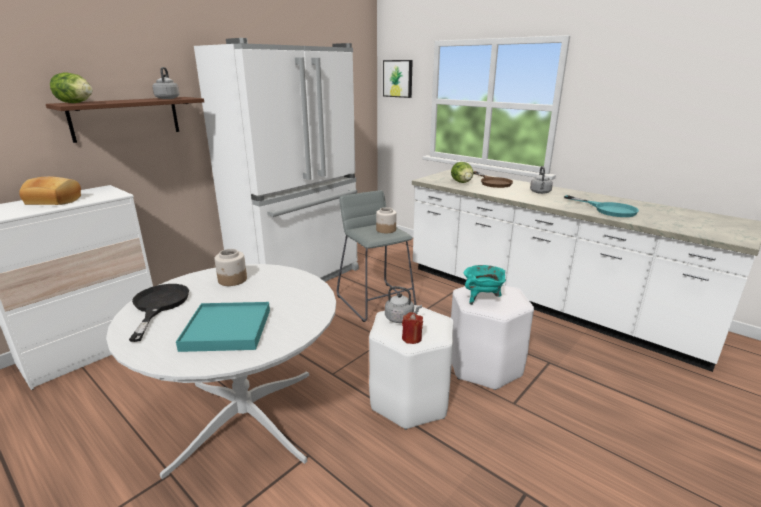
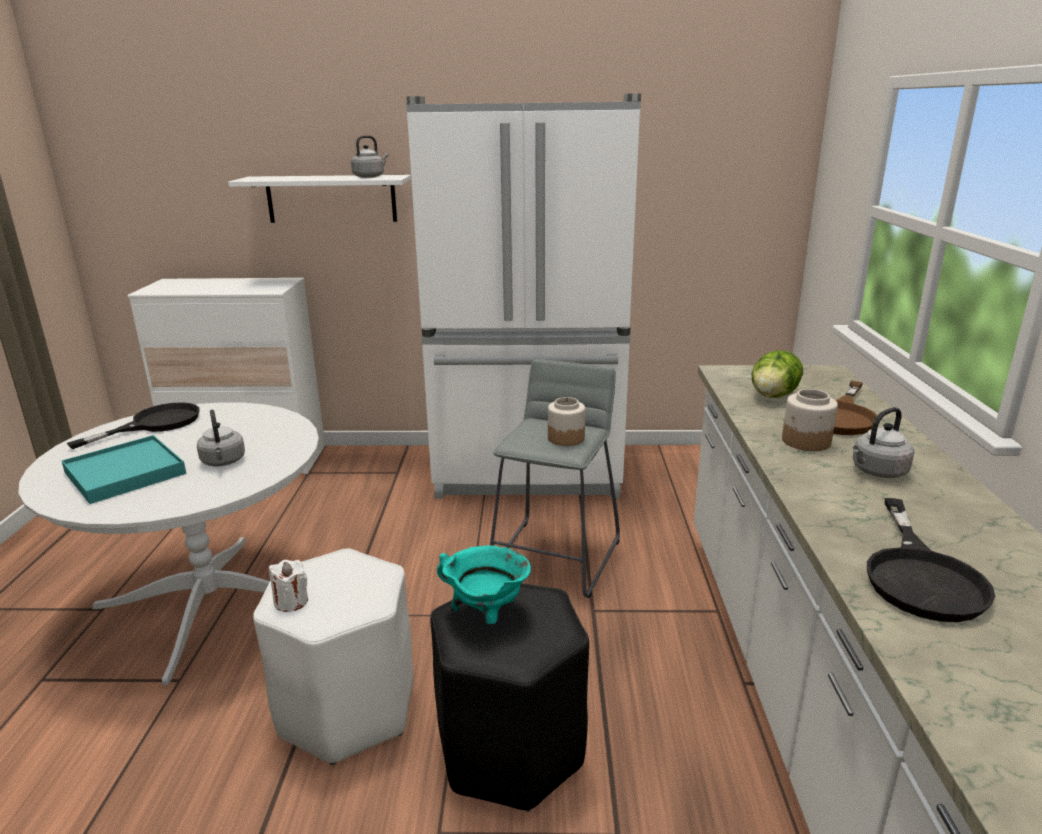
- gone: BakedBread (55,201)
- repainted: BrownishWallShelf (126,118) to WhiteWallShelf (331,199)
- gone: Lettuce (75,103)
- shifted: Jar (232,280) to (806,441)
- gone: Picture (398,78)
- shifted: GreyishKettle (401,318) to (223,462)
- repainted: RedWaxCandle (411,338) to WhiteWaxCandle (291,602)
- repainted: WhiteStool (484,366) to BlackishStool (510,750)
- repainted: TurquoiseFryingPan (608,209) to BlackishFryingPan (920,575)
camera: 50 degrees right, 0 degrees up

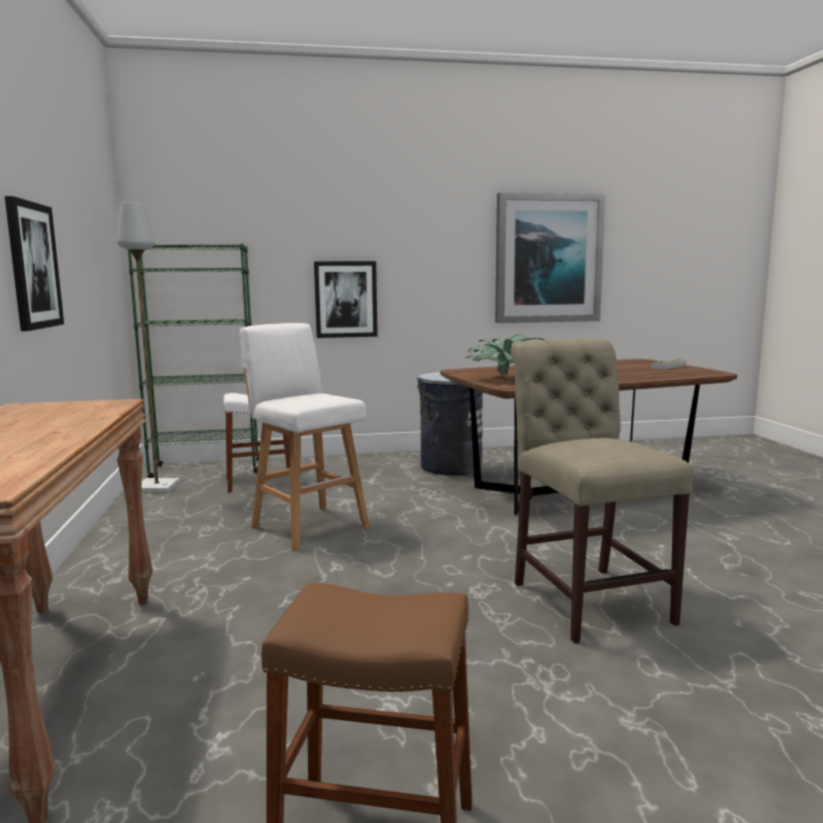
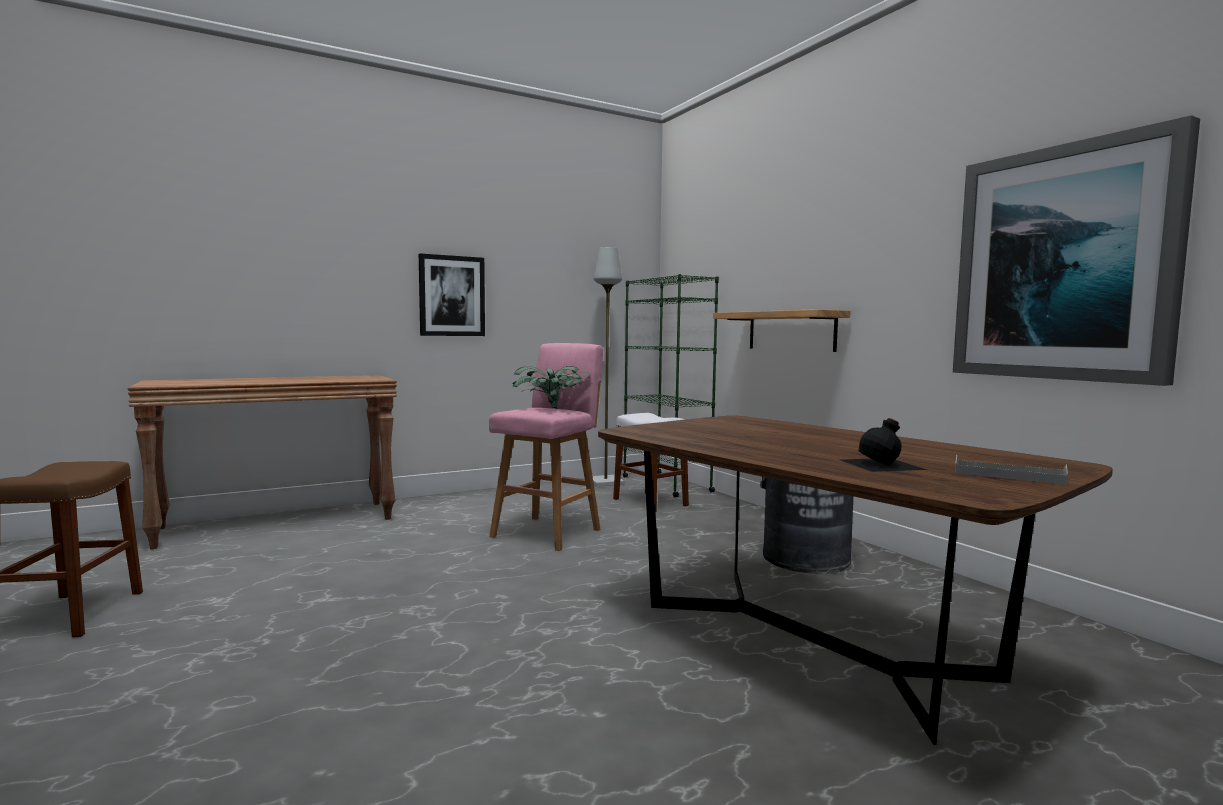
- repainted: WhiteStool (308,526) to PinkStool (548,532)
- swapped: Picture (346,299) to WallShelf (791,331)
- shifted: PlantInAPot (503,378) to (551,408)
- gone: BeigeChair (587,598)
- new: BlackishBeverageBottle (883,464)
camera: 70 degrees right, 5 degrees down

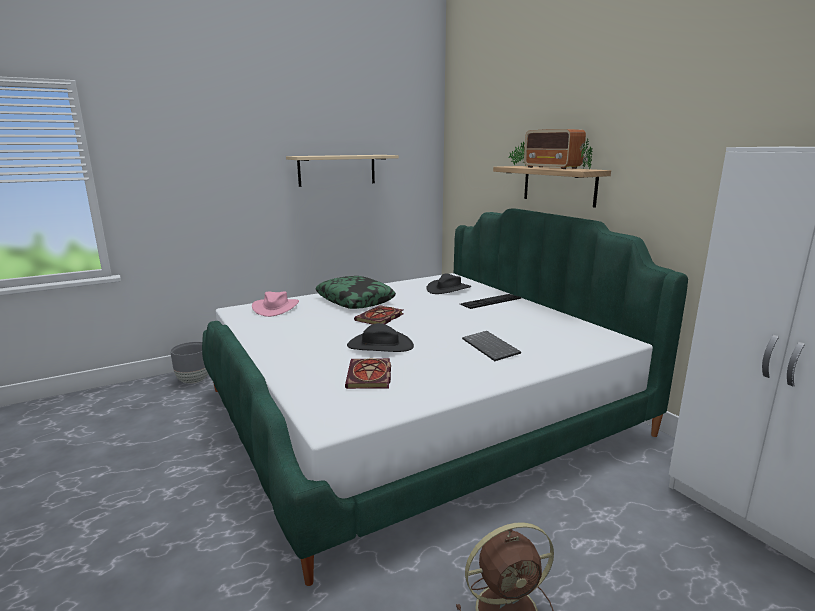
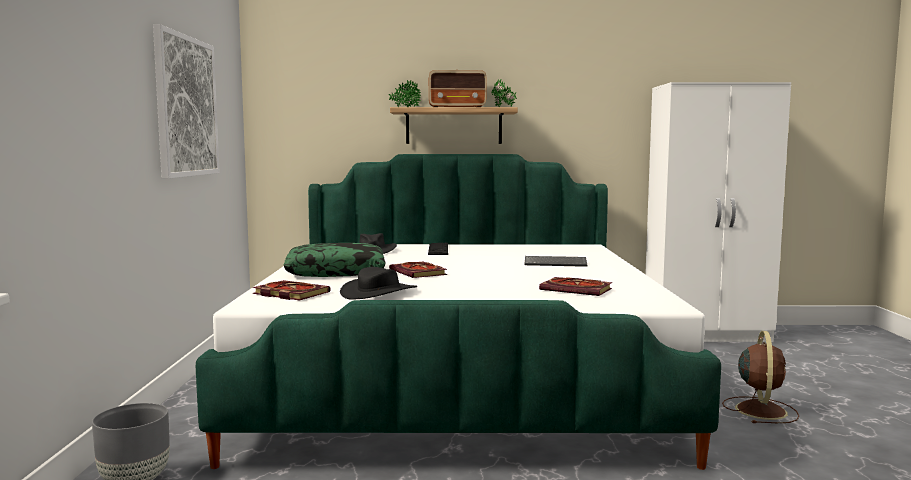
- swapped: PinkClothingHat (275,308) to Volume (289,293)
- swapped: BeigeWallShelf (337,170) to Picture (186,106)
- shifted: BlackishClothingHat (380,346) to (379,292)
camera: 60 degrees left, 10 degrees down

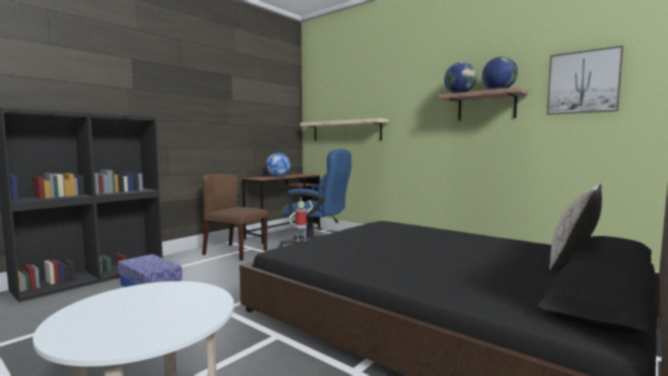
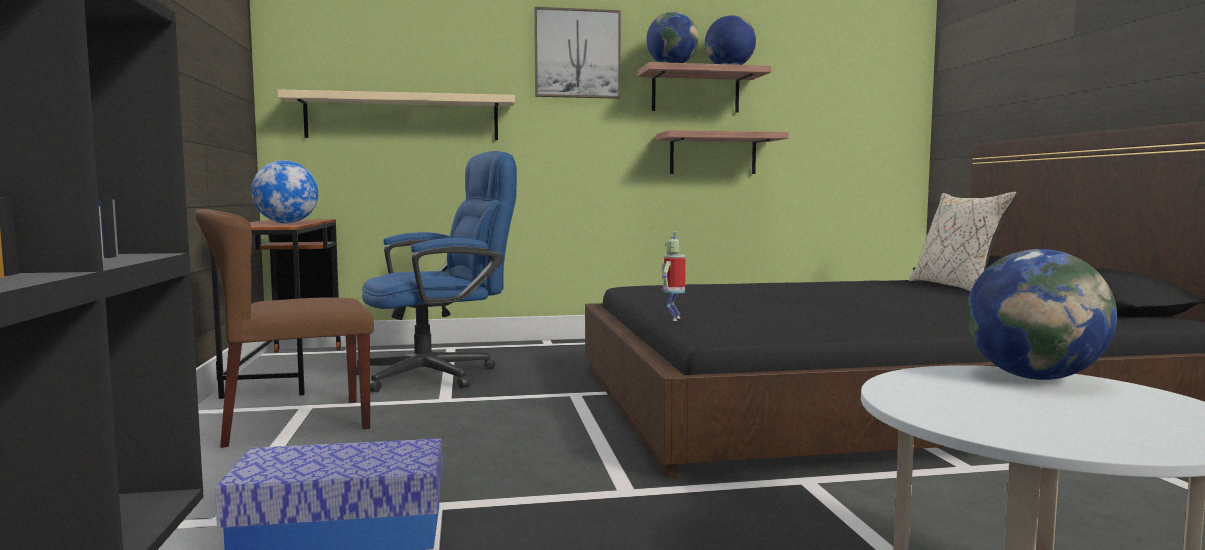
- shifted: Picture (583,82) to (577,54)
- new: WallShelf (713,154)
- new: DeskGlobe (1034,377)
camera: 50 degrees left, 0 degrees up

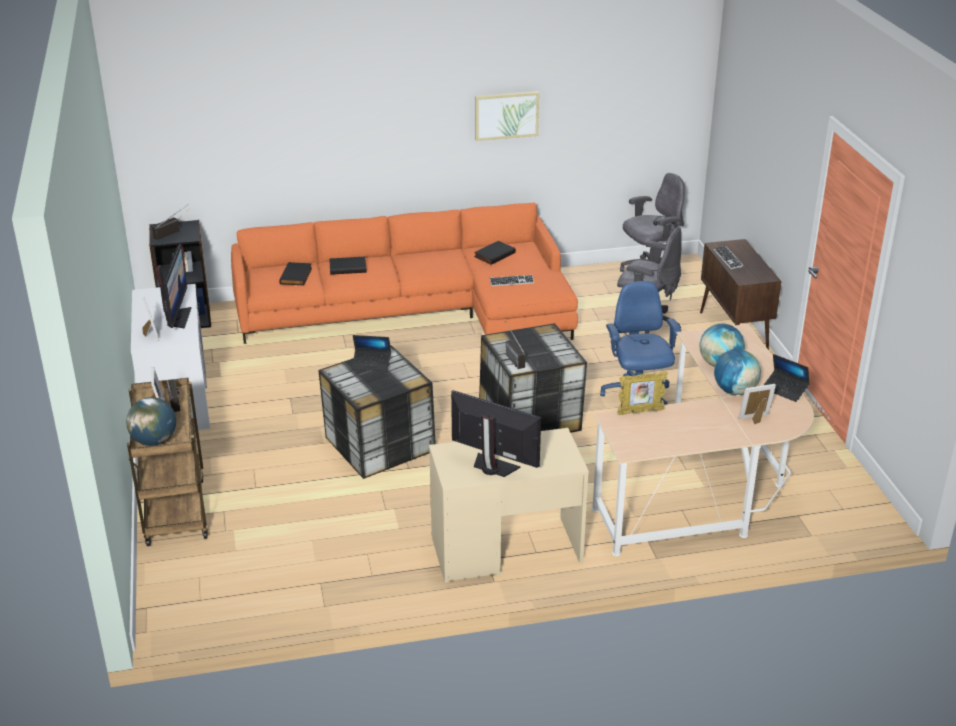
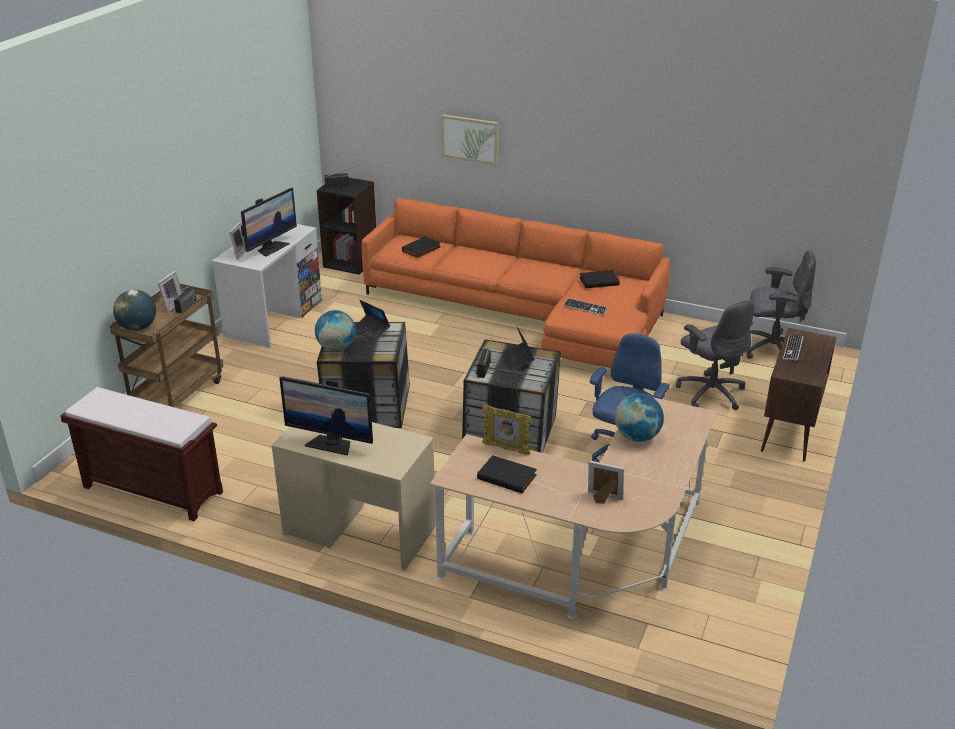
- shifted: BlackishVolume (348,267) to (507,476)
- rotated: Monitor (493,467) = (331,444) 135 degrees clockwise
- shifted: Picture (506,115) to (470,139)
- shifted: DeskGlobe (734,391) to (336,348)
- shifted: NotebookComputer (785,390) to (518,360)
- new: BrownishIndoorBench (151,490)
camera: 35 degrees right, 0 degrees up

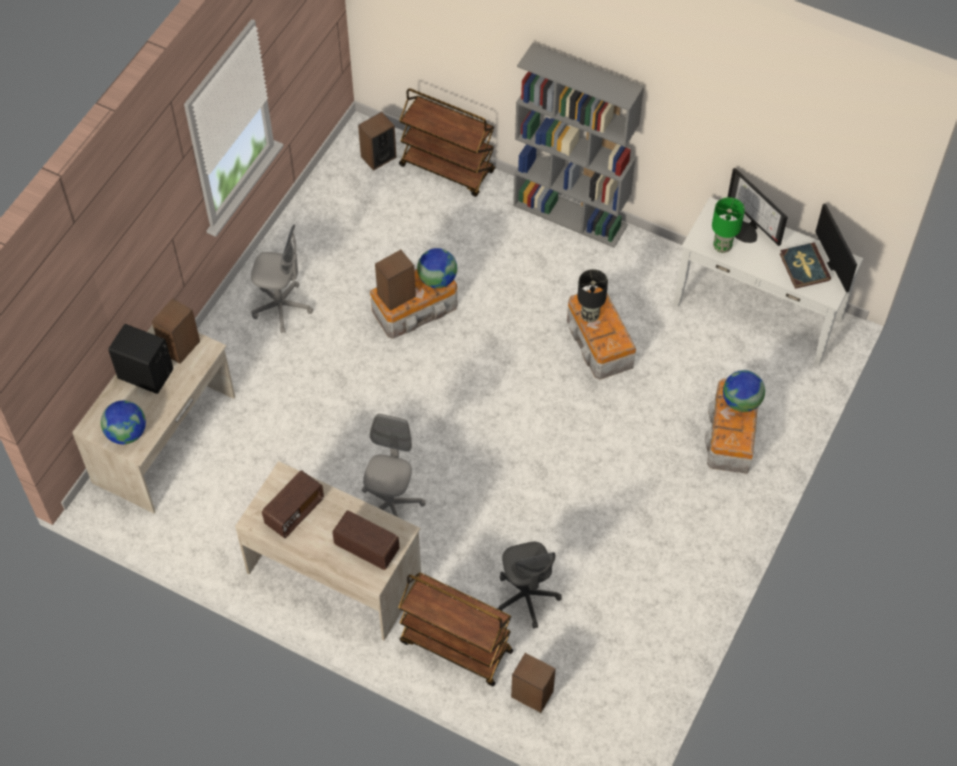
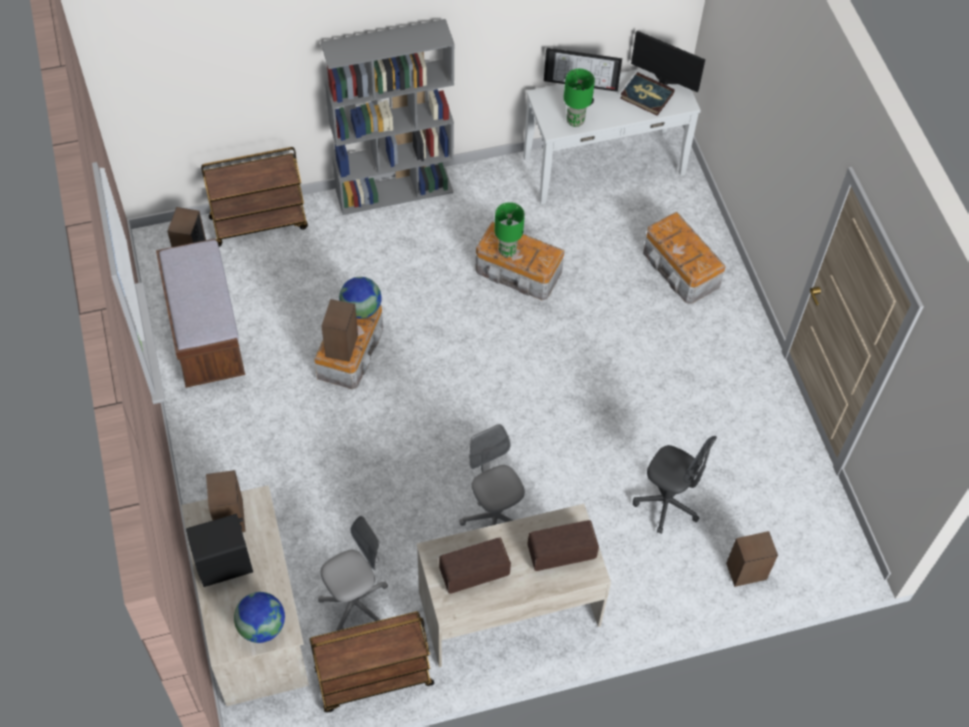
- shifted: GreyishOfficeChair (282,307) to (355,603)
- rotated: Radio (294,512) = (474,573) 105 degrees counterclockwise
- shifted: BrownishTrolley (455,647) to (373,679)
- repainted: BlackishTableLamp (589,316) to GreenColouredTableLamp (507,251)
- gone: DeskGlobe (741,401)
- new: BrownishIndoorBench (206,335)
camera: 45 degrees left, 0 degrees up

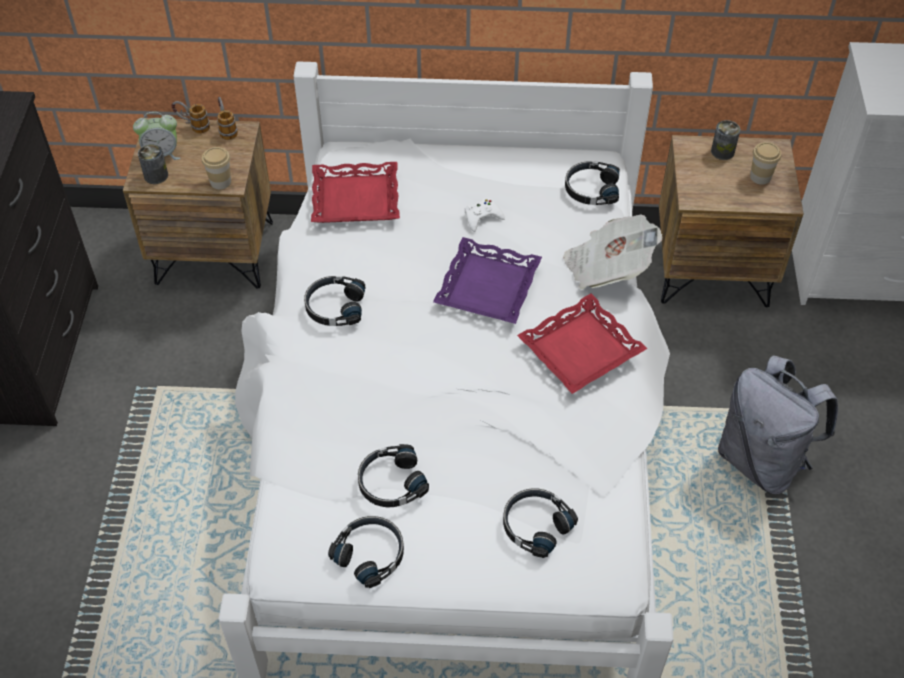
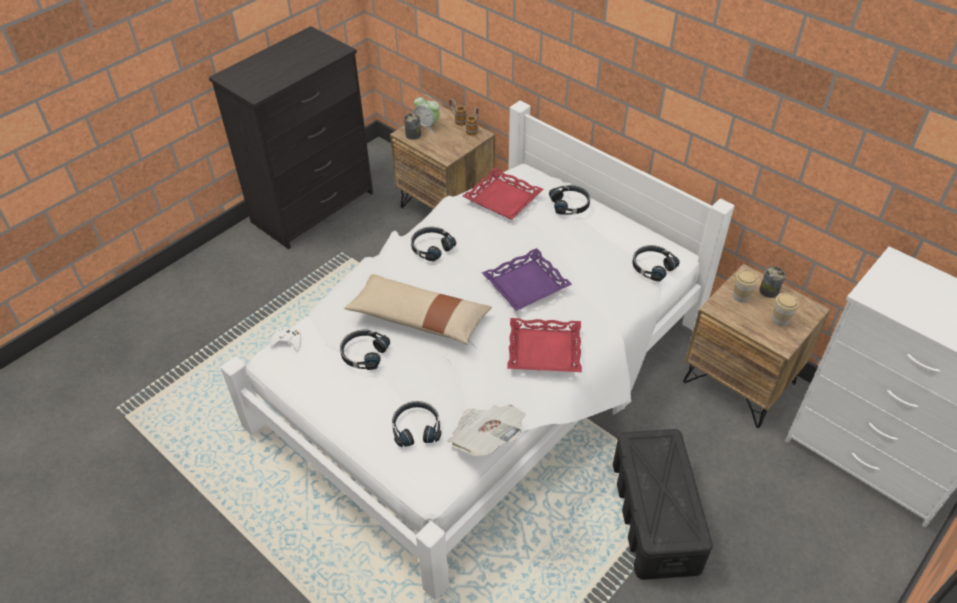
- shifted: SmallCup (220,182) to (741,296)
- shifted: BlackishPairOfHeadphones (370,553) to (570,204)
- shifted: WhiteGamepad (482,217) to (287,341)
- shifted: PrintedPaper (607,267) to (485,439)
- swapped: GreyishBackpack (762,460) to BlackishStorageBin (655,517)
- new: BeigeThrowPillow (419,318)
camera: 40 degrees right, 5 degrees down

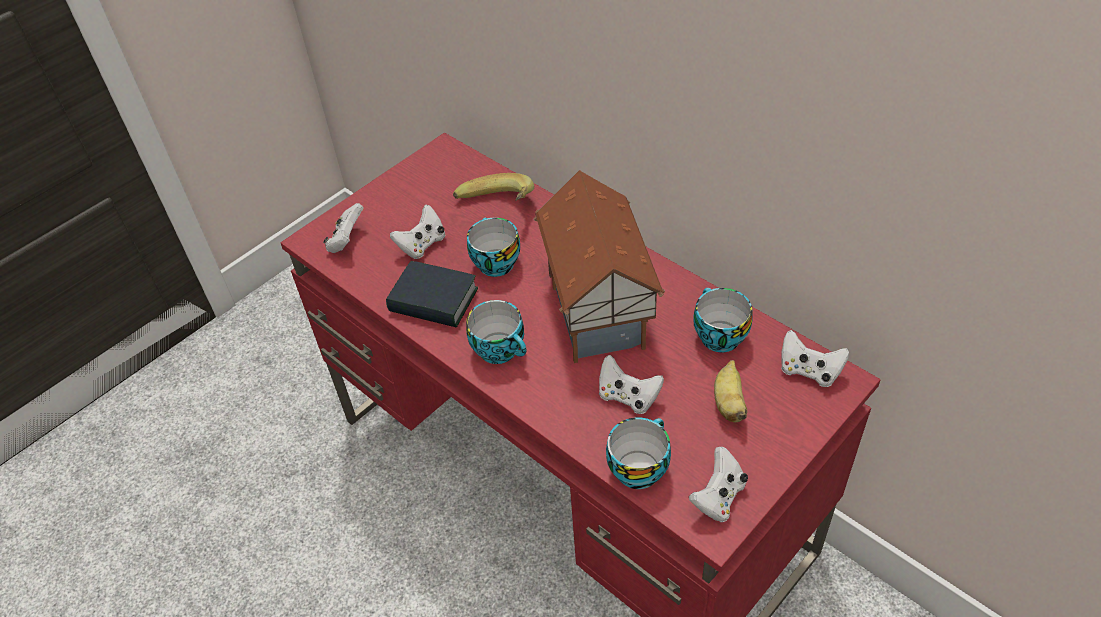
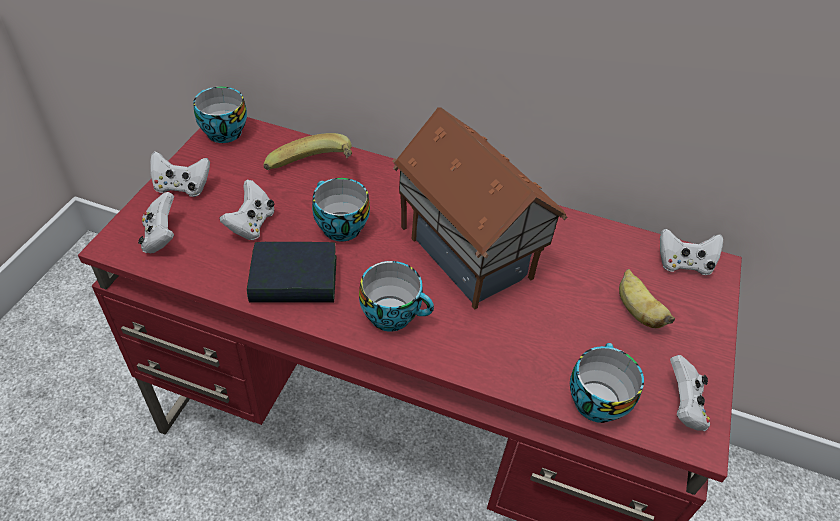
- shifted: WhiteGamepad (628,397) to (182,187)
- shifted: SmallCup (717,336) to (221,132)
camera: 30 degrees left, 0 degrees up

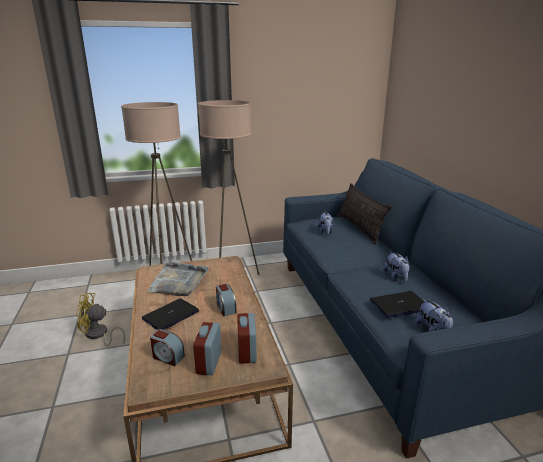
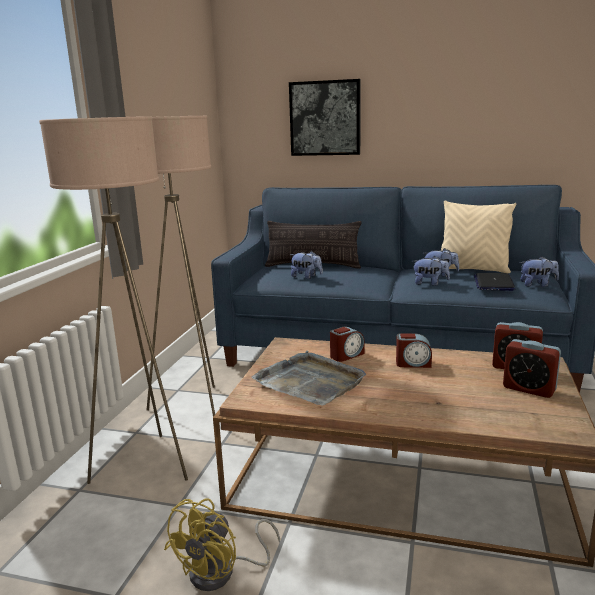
- gone: NotebookComputer (171,315)
- shifted: TableClock (167,357) to (346,355)
- new: Picture (325,118)
- new: CuddlyToy (430,283)
- new: BeigeThrowPillow (473,270)
camera: 60 degrees left, 5 degrees down

